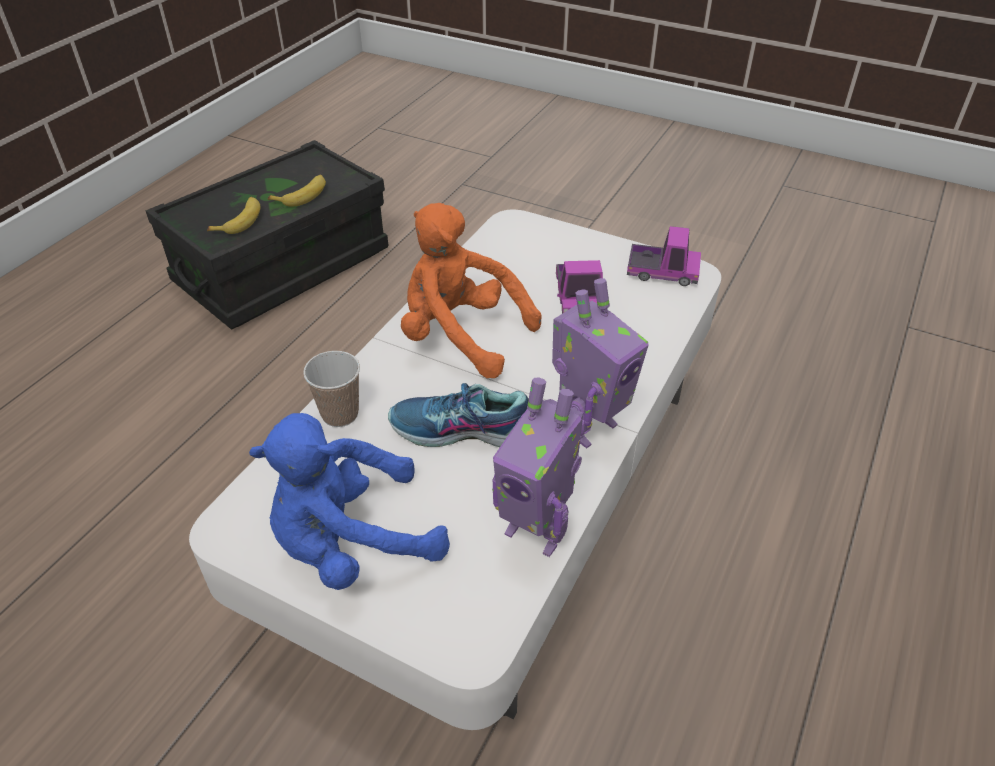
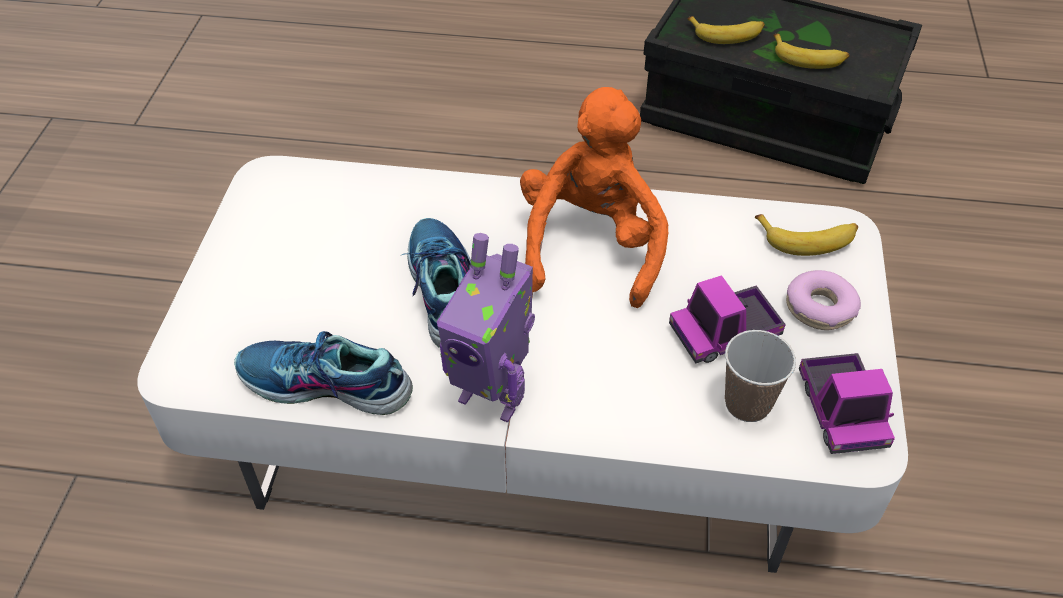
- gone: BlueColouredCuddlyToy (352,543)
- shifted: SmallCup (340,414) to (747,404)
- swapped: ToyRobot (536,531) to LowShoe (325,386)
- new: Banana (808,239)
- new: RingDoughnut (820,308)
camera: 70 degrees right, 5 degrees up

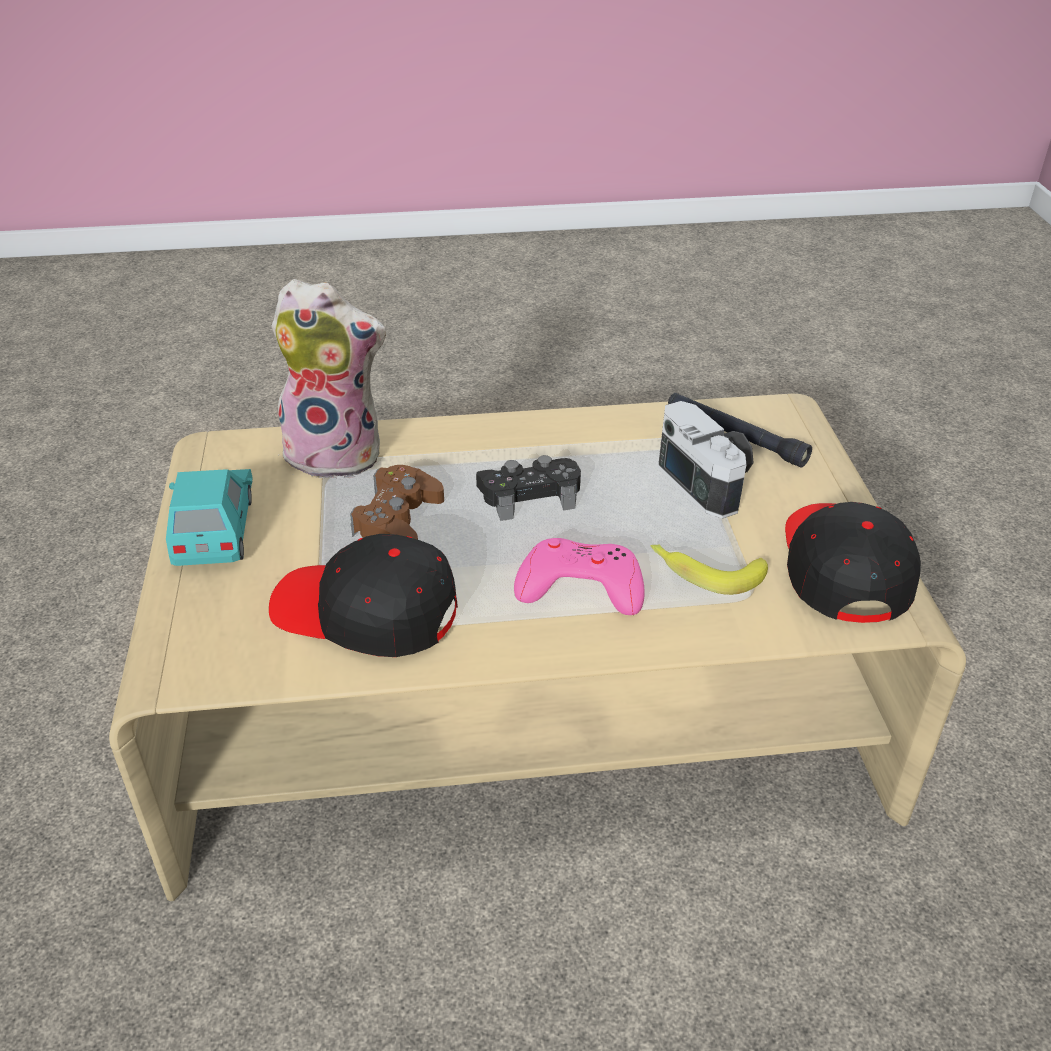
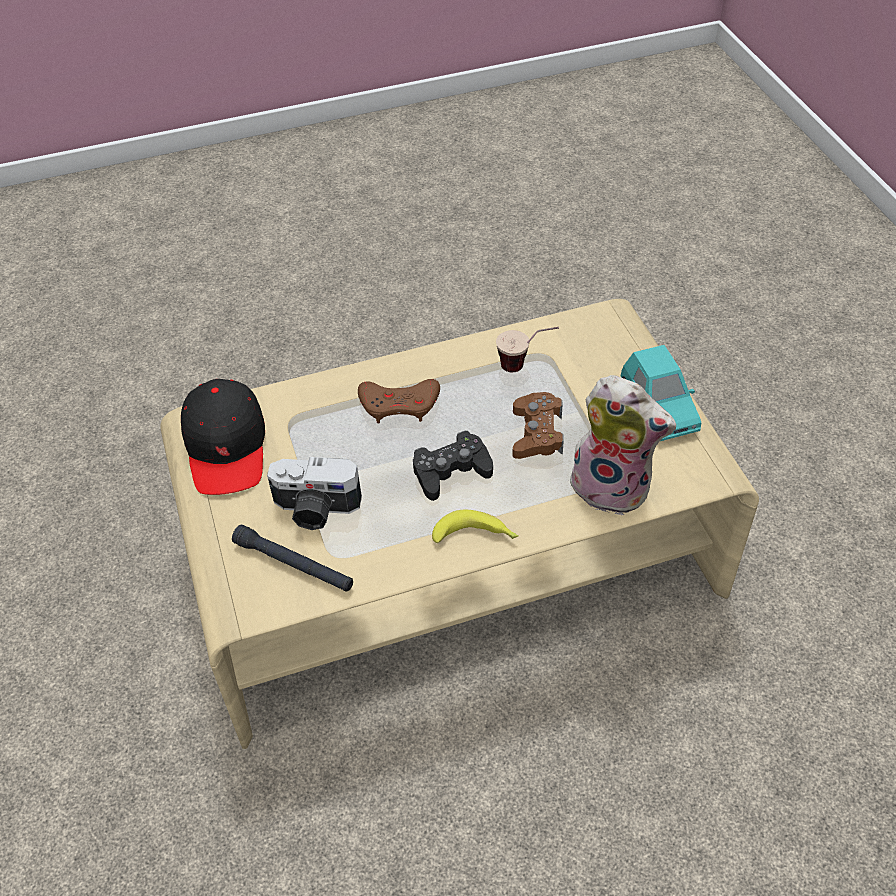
- swapped: BlackishCap (366,612) to SmallCup (525,366)
- rotated: CuddlyToy (338,453) = (613,486) 150 degrees counterclockwise
- repainted: PinkGamepad (580,586) to BrownishGamepad (399,405)
- shifted: Banana (704,572) to (476,536)
- rotated: StillCamera (710,481) = (315,510) 45 degrees counterclockwise
camera: 170 degrees right, 10 degrees up

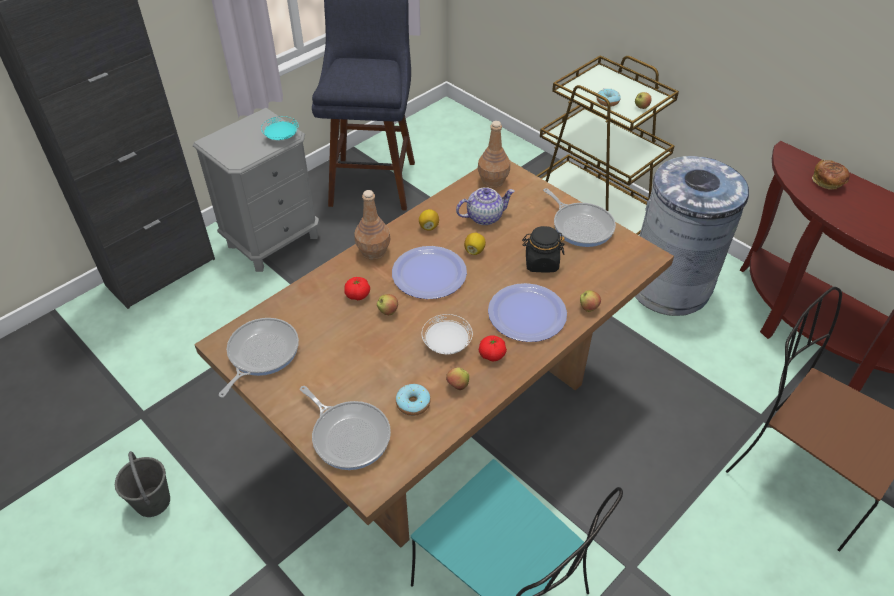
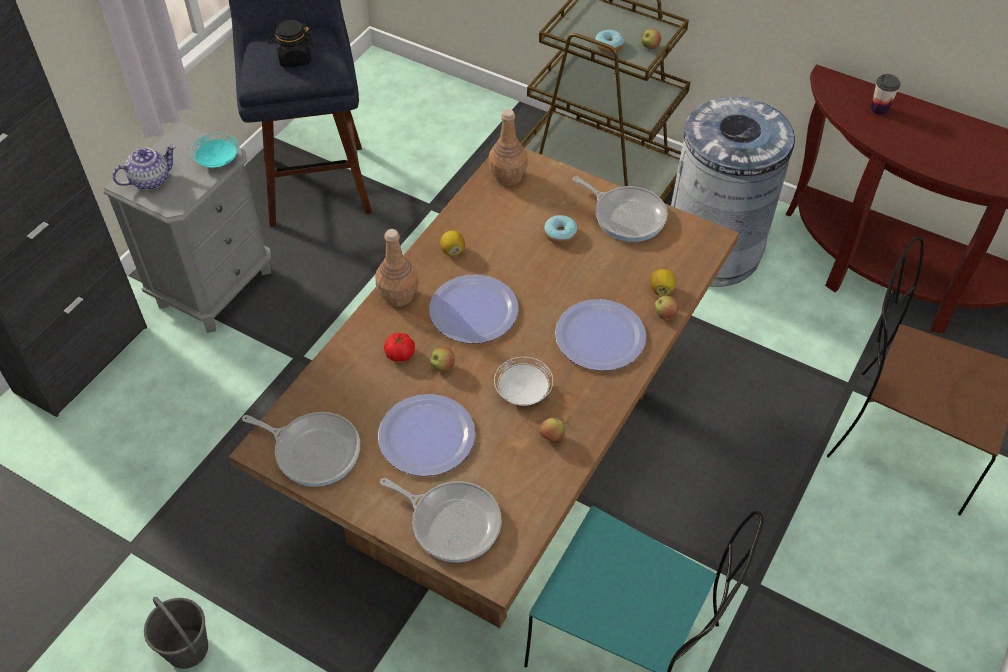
- rotated: FryingPan (261,354) = (314,450) 105 degrees clockwise
- shifted: RingDoughnut (413,403) to (560,234)
- shifted: TeaPot (484,217) to (150,180)
- shifted: WholeLemon (474,250) to (661,290)
- gone: WholeTomato (492,354)
- shifted: BlackishJar (541,263) to (294,58)
- swapped: BakedBread (828,182) to SmallCup (879,109)
- new: FlatDish (426,436)
camera: 15 degrees left, 5 degrees up

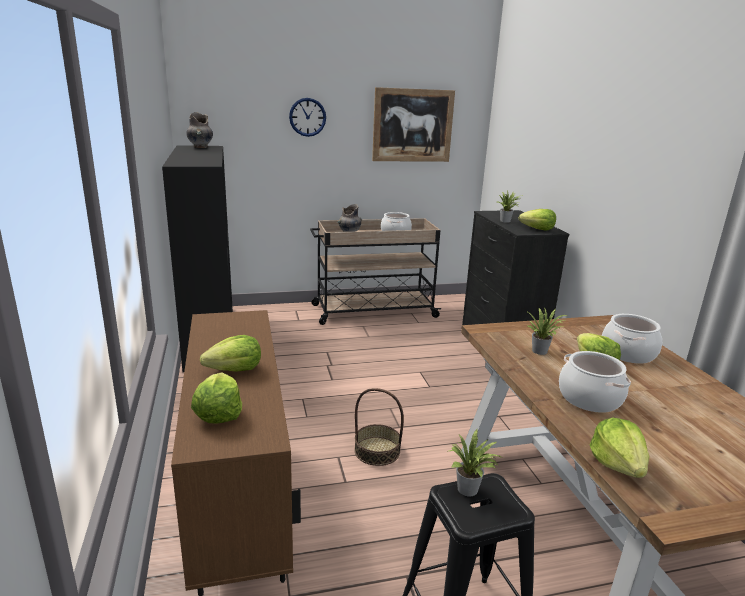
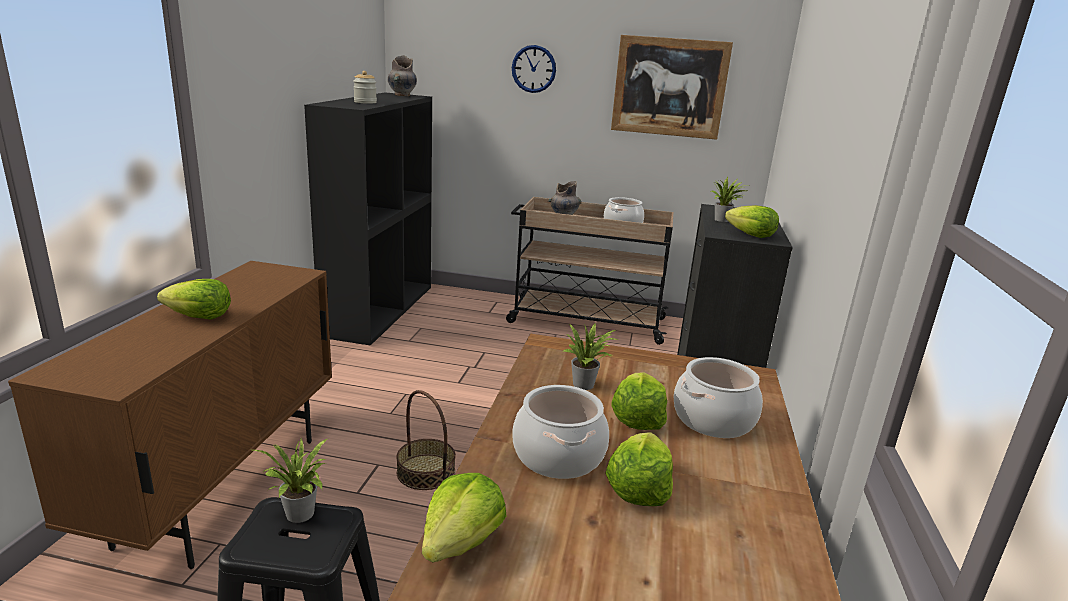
- shifted: Lettuce (218,413) to (638,488)
- new: Jar (365,102)
camera: 25 degrees right, 0 degrees up

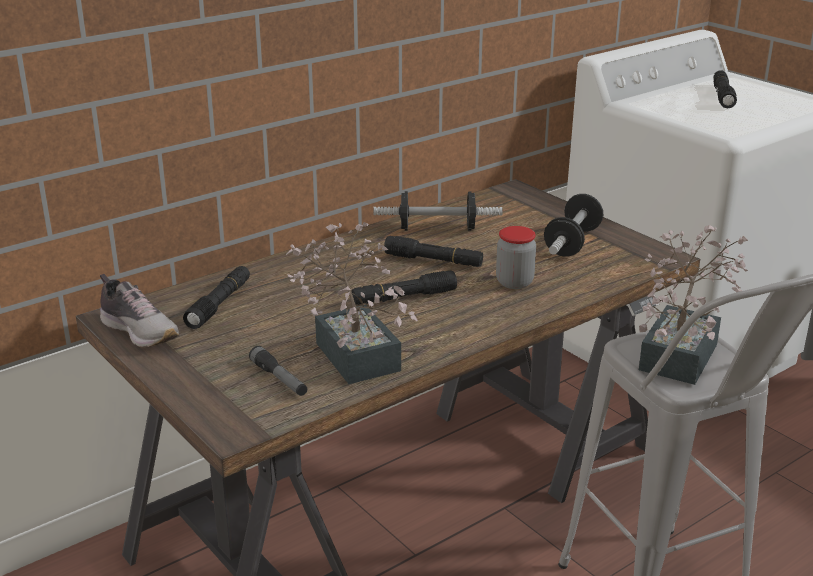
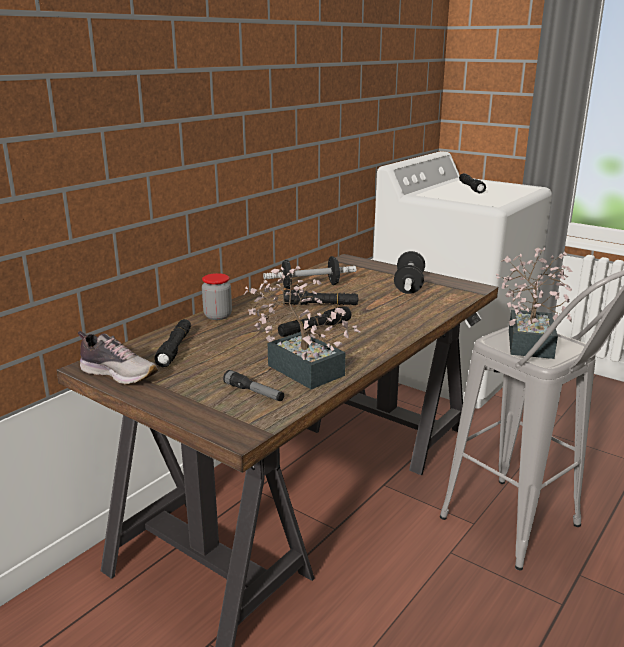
- shifted: Jar (514,282) to (218,316)
camera: 15 degrees left, 5 degrees down

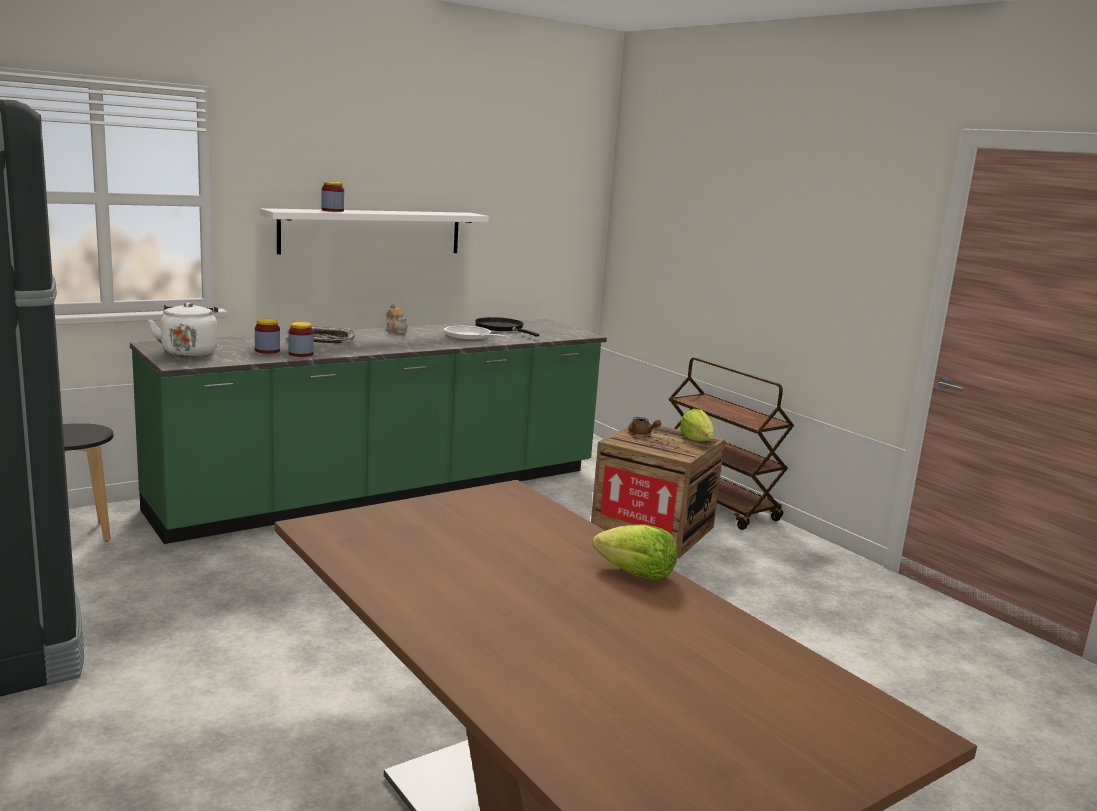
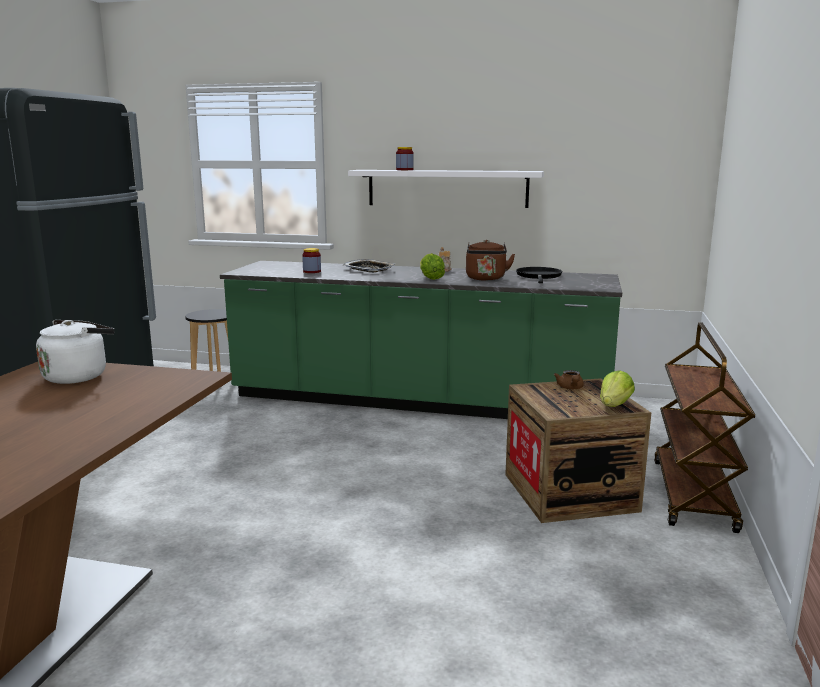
- shifted: WhiteKettle (189,352) to (78,376)
- gone: Jar (301,354)
- swapped: FryingPan (470,337) to BrownishKettle (486,279)
- shifted: Lettuce (636,574) to (430,278)
camera: 50 degrees right, 0 degrees up

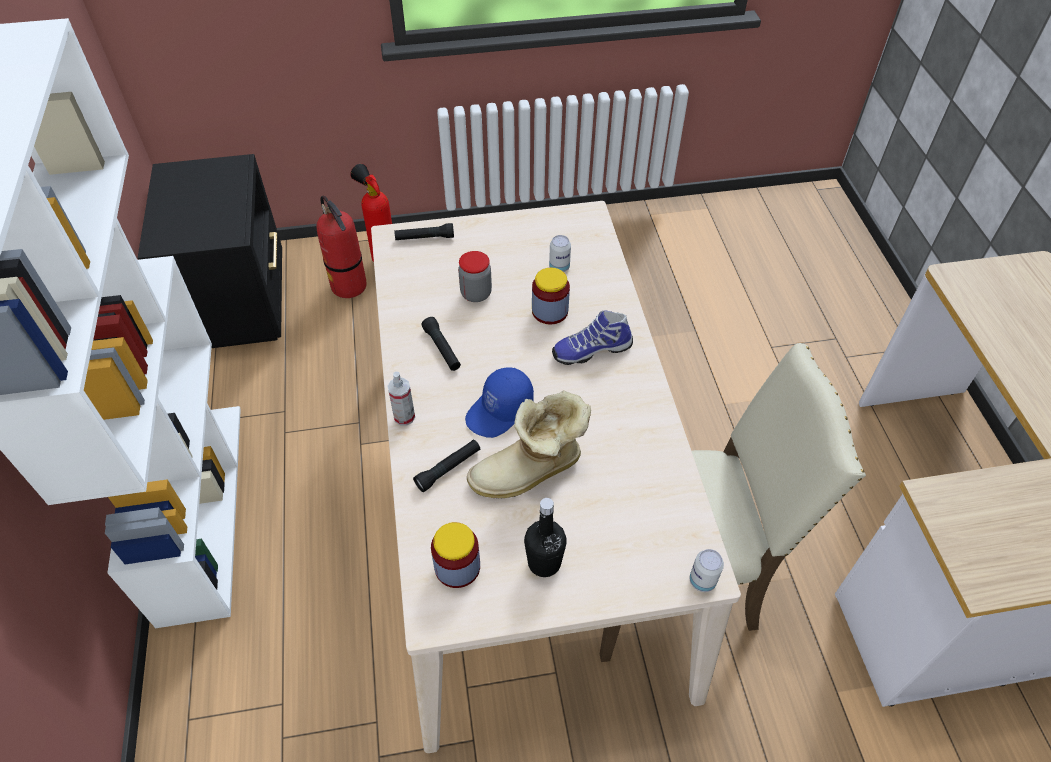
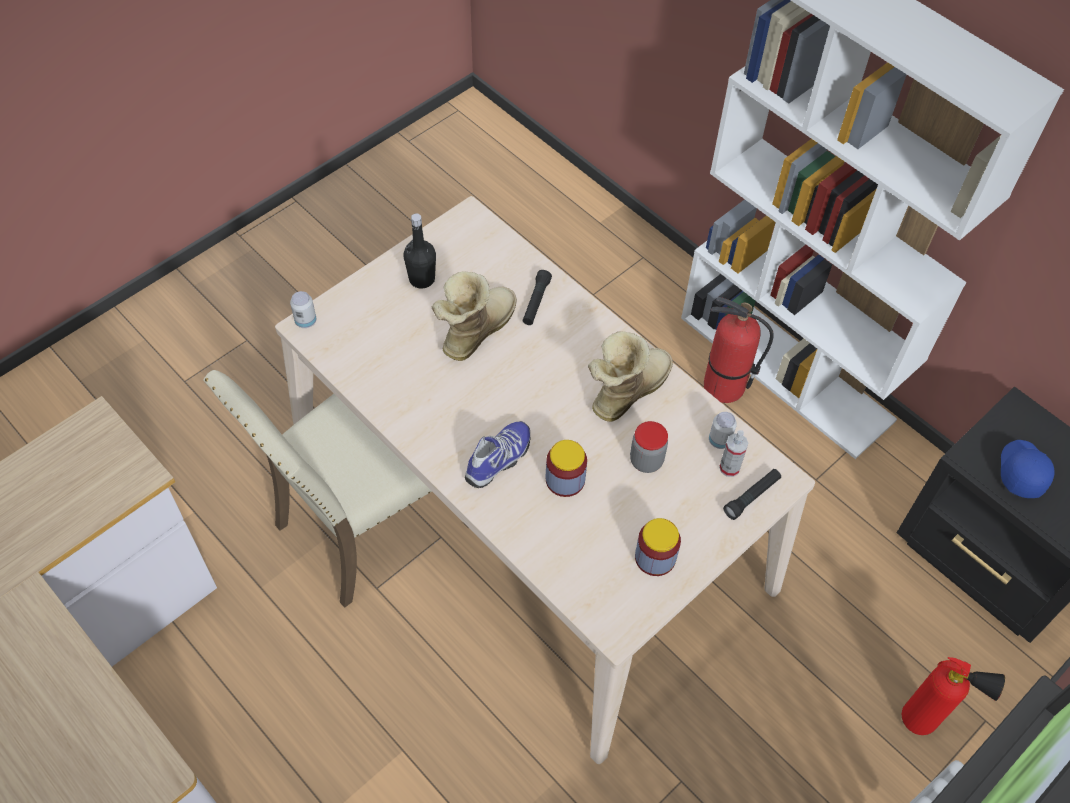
- shifted: FireExtinguisher (349,286) to (723,387)
- shifted: SprayBottle (404,417) to (729,468)
- swapped: BlackishTorch (442,349) to Boot (625,390)
- shifted: Jar (457,567) to (655,557)
- shifted: BlueColouredCap (500,411) to (1021,471)
- shifted: SealedCan (559,267) to (719,440)
camera: 145 degrees right, 5 degrees up

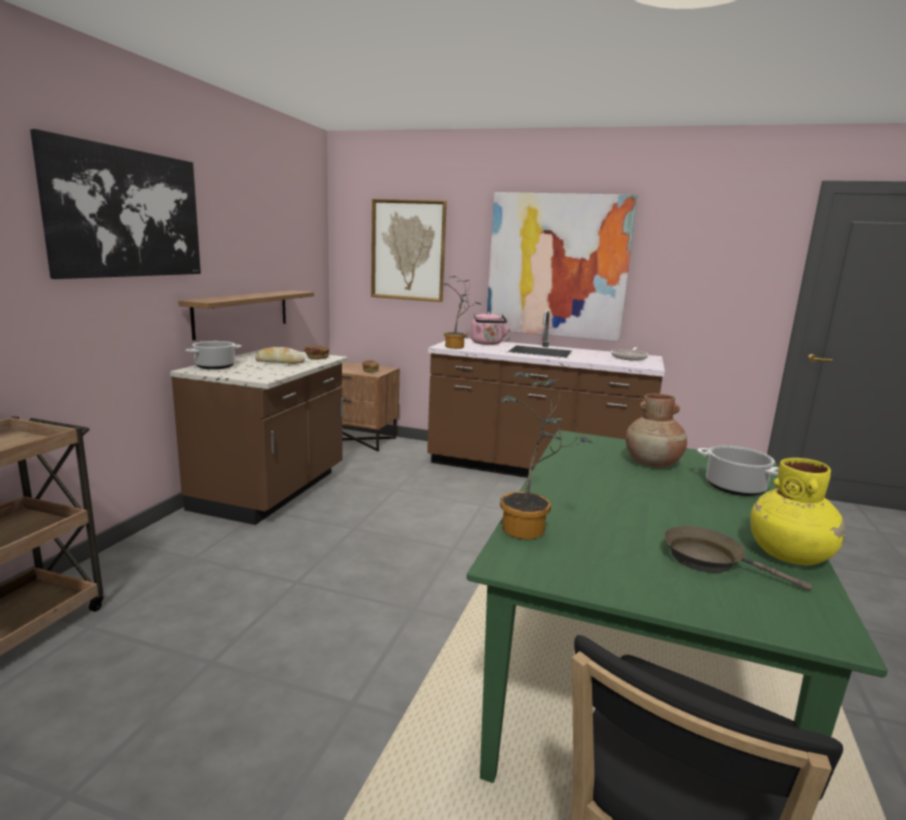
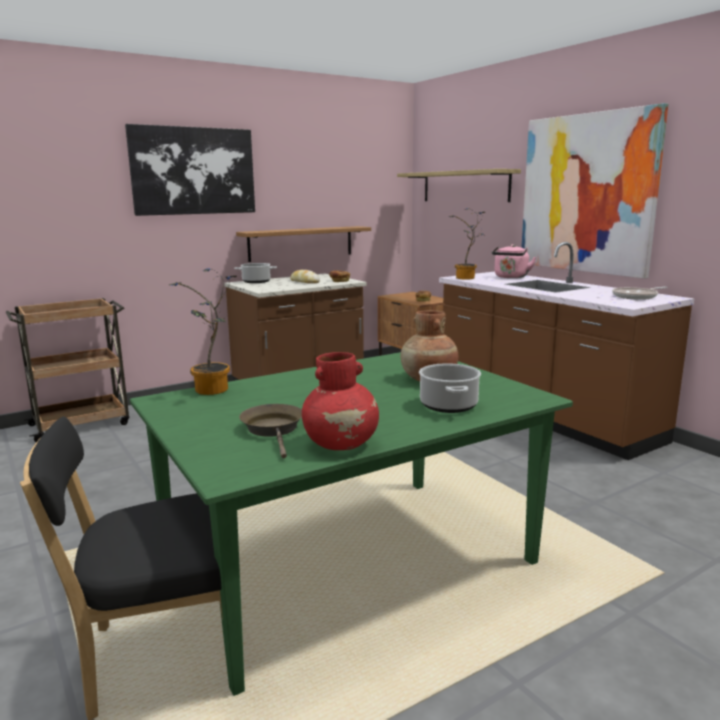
- swapped: Picture (408,250) to WallShelf (465,186)
- repainted: YellowDecorativeVase (789,555) to RedDecorativeVase (342,444)
camera: 40 degrees right, 0 degrees up

